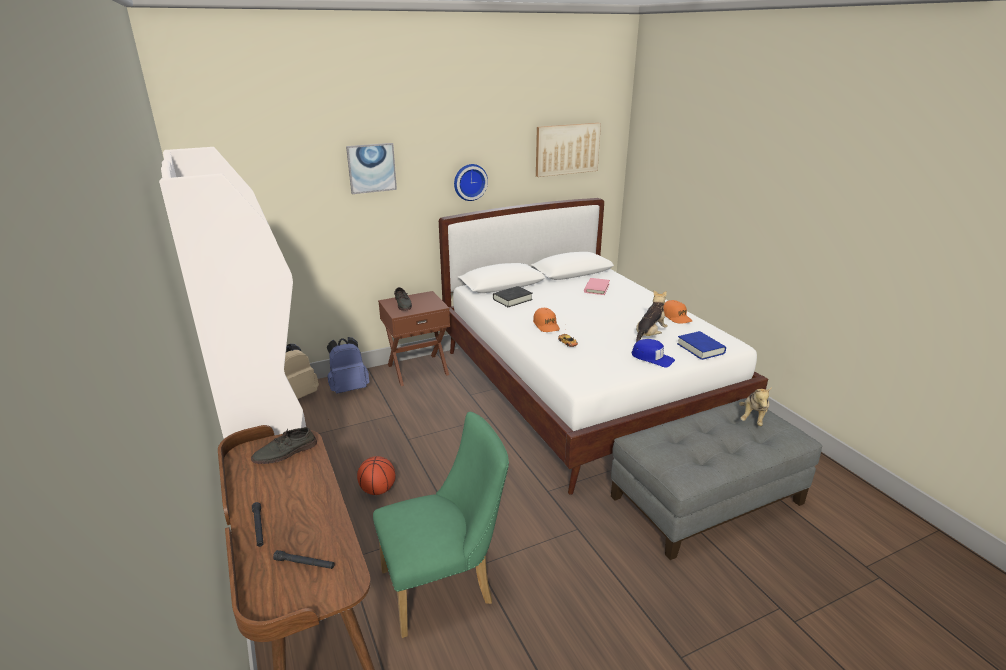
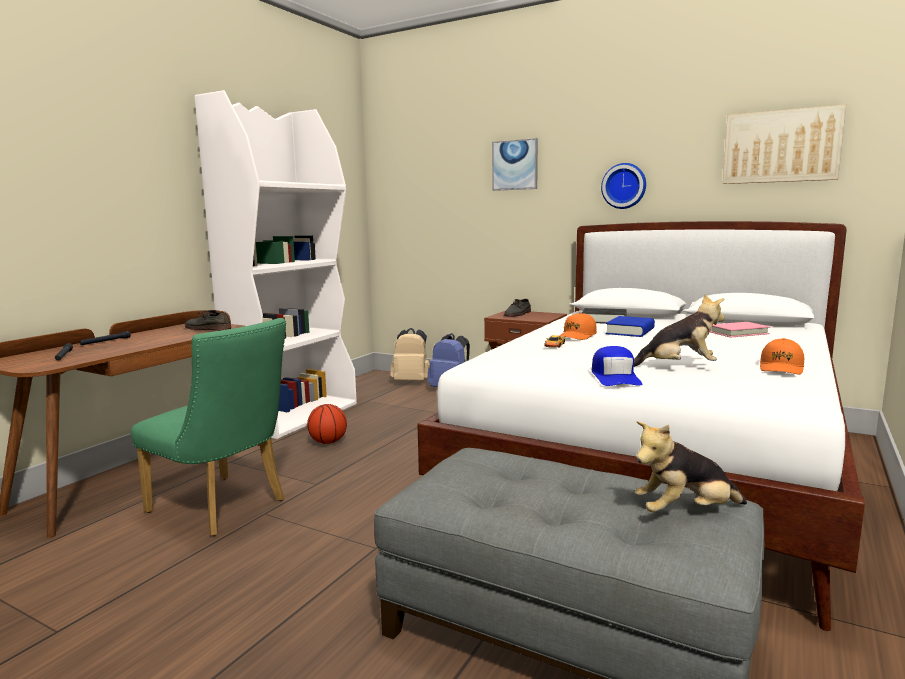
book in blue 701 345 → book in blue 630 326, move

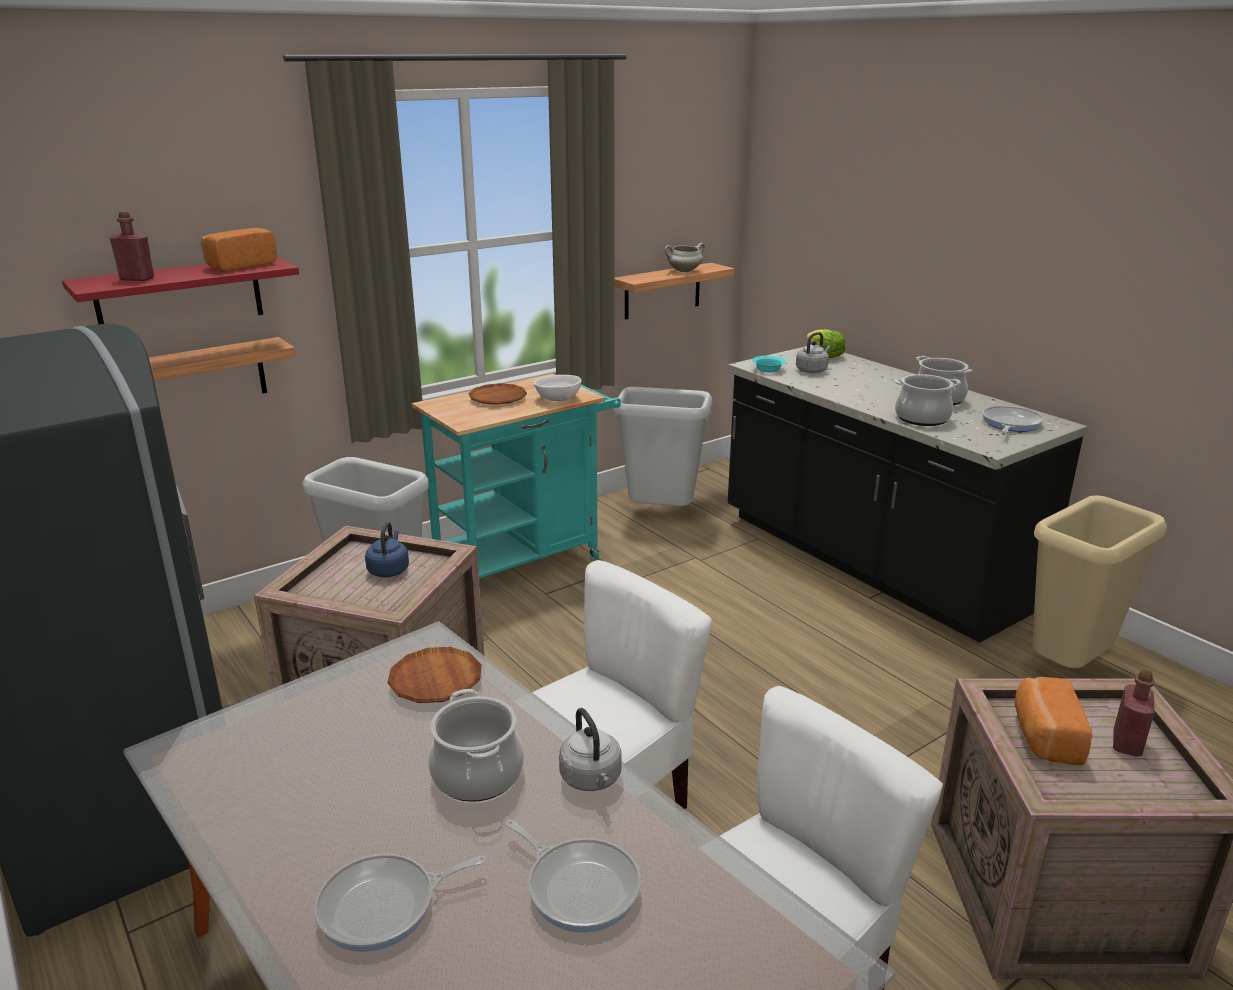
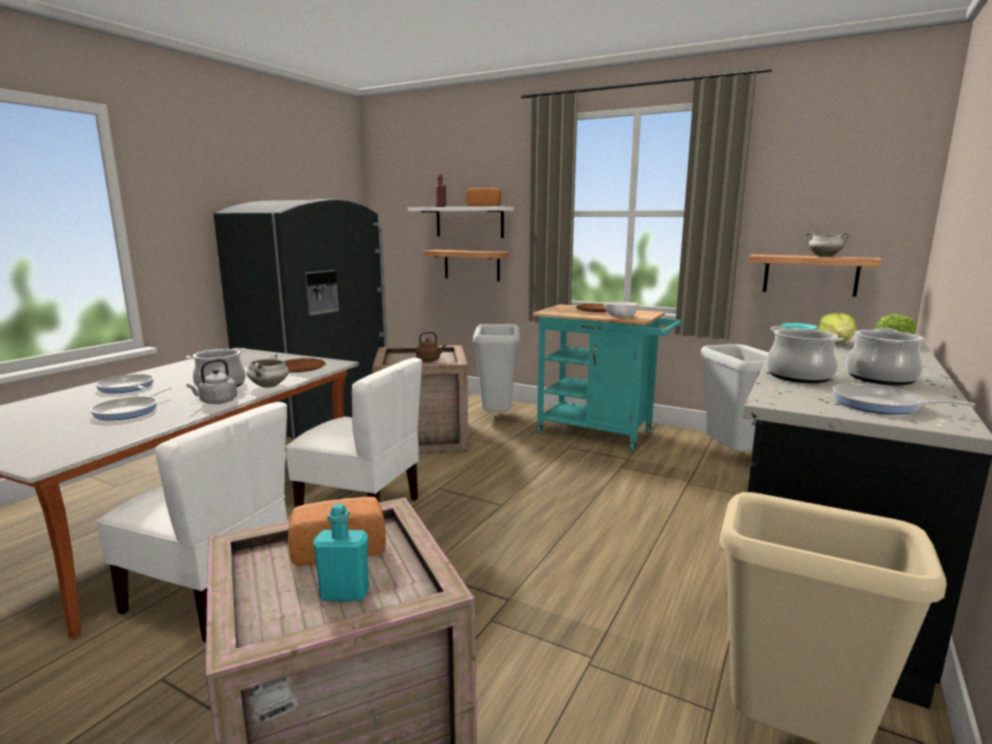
- → cooking pot in white 267 370
bottle in red 1134 713 → bottle in turquoise 341 552
shelf in red 180 290 → shelf in white 461 222
kettle in blue 387 549 → kettle in brown 431 347
kettle in grey 813 352 → lettuce 837 328
frying pan 1013 419 → frying pan 904 399, 150 degrees counterclockwise

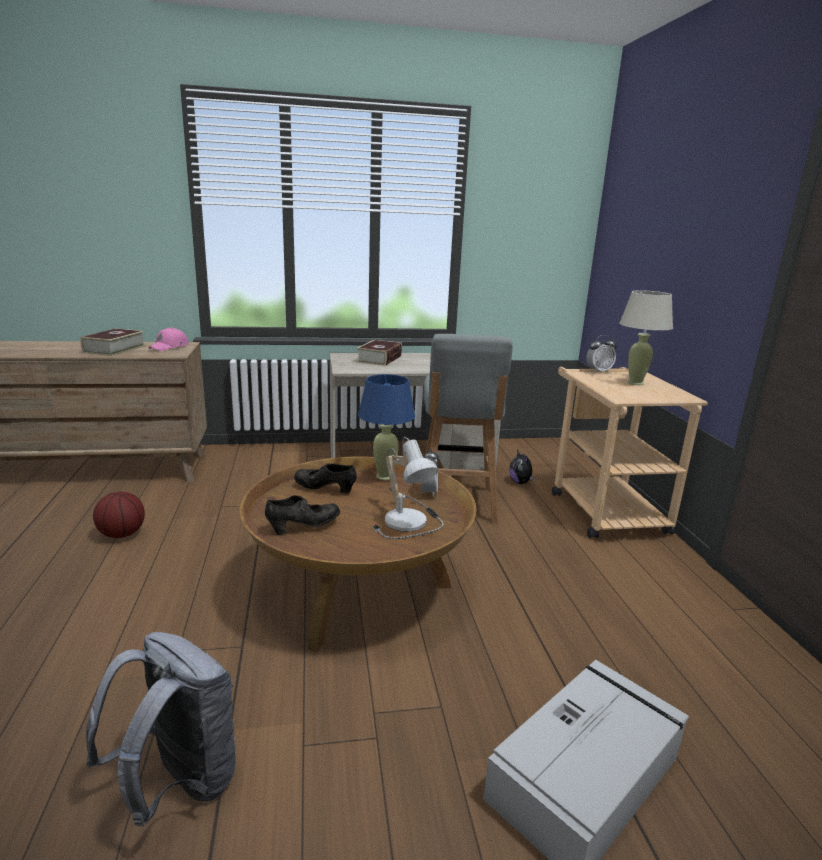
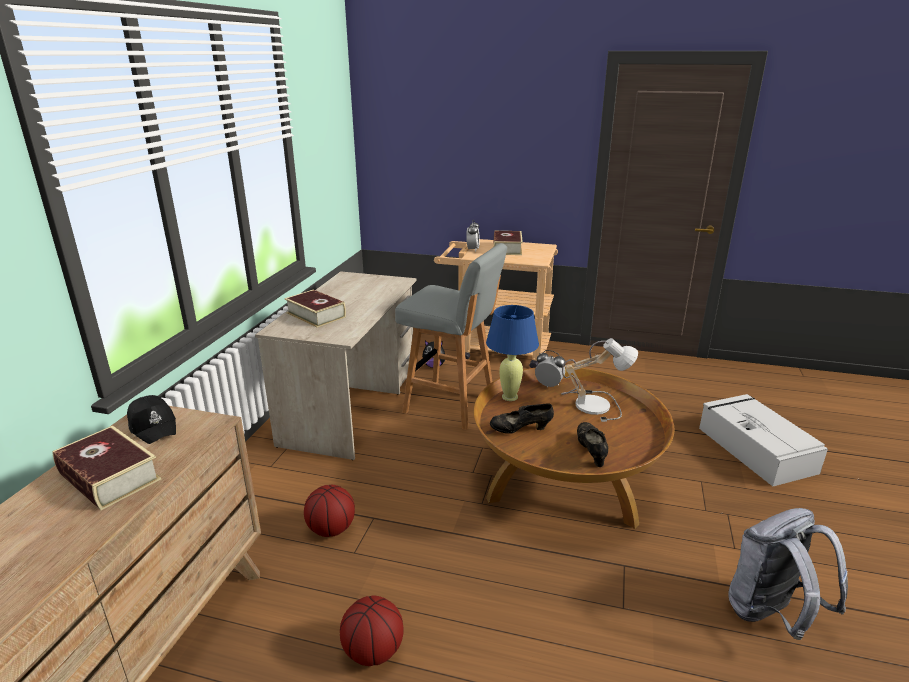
cap in pink 168 339 → cap in black 151 419
- → basketball 329 511
shoe in black 325 478 → shoe in black 522 418, 45 degrees clockwise
table lamp in beige 646 337 → book 508 243

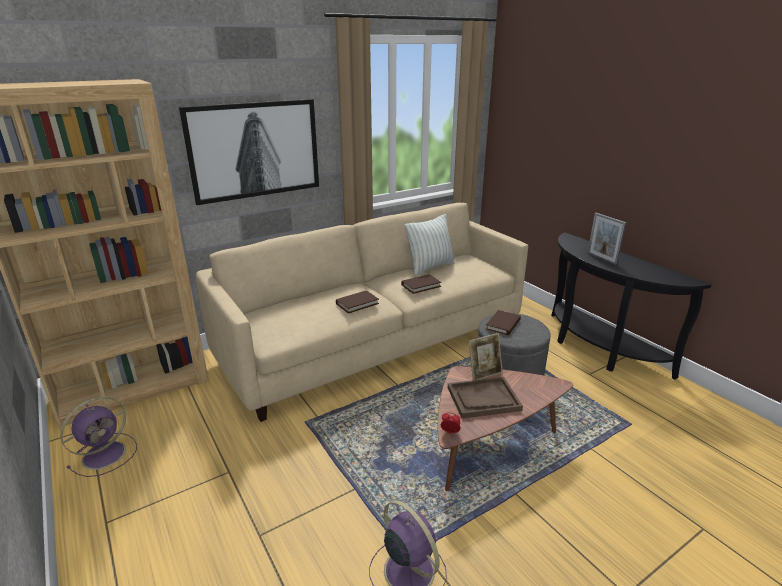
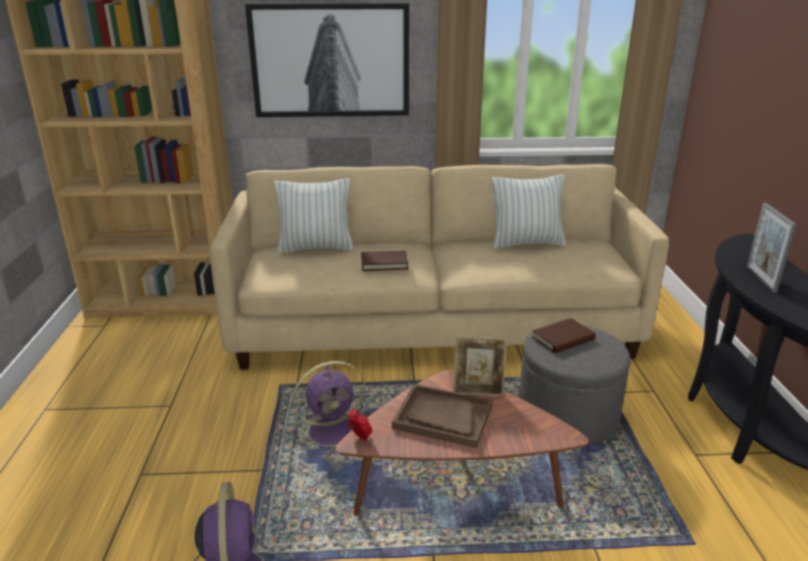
- → pillow 314 216
fan in purple 98 437 → fan in purple 328 407, move
book in brown 421 284 → -

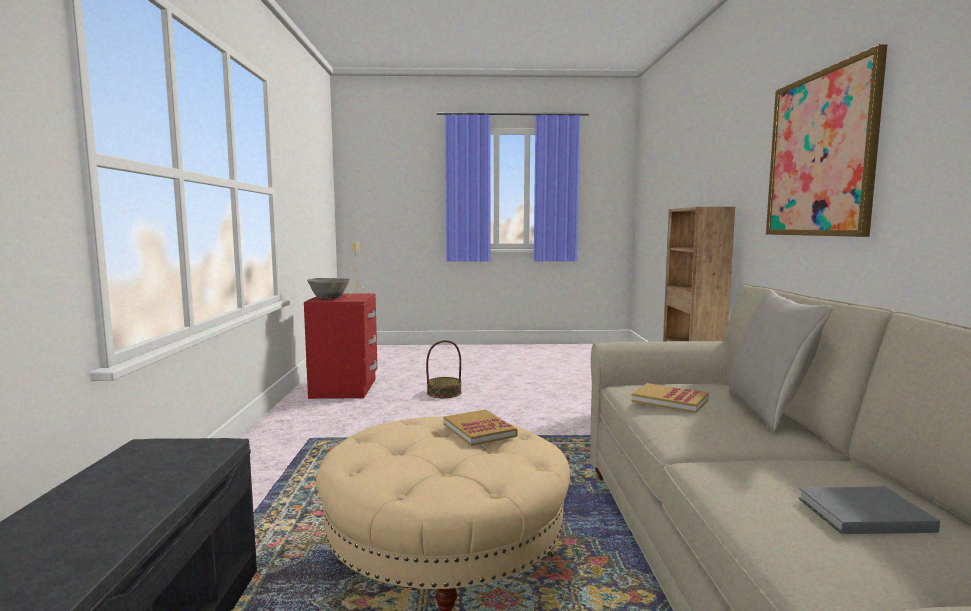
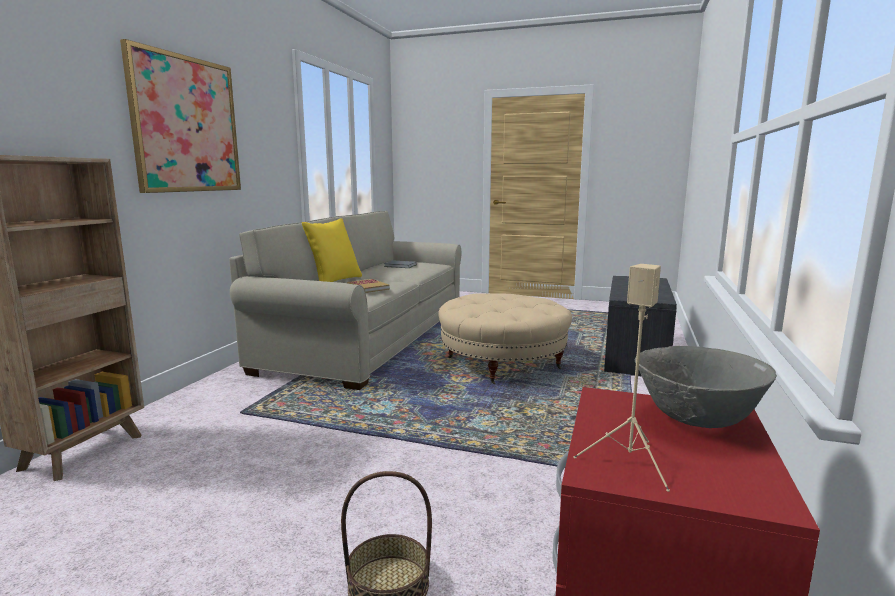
pillow in grey 781 360 → pillow in yellow 332 250
book 480 427 → -

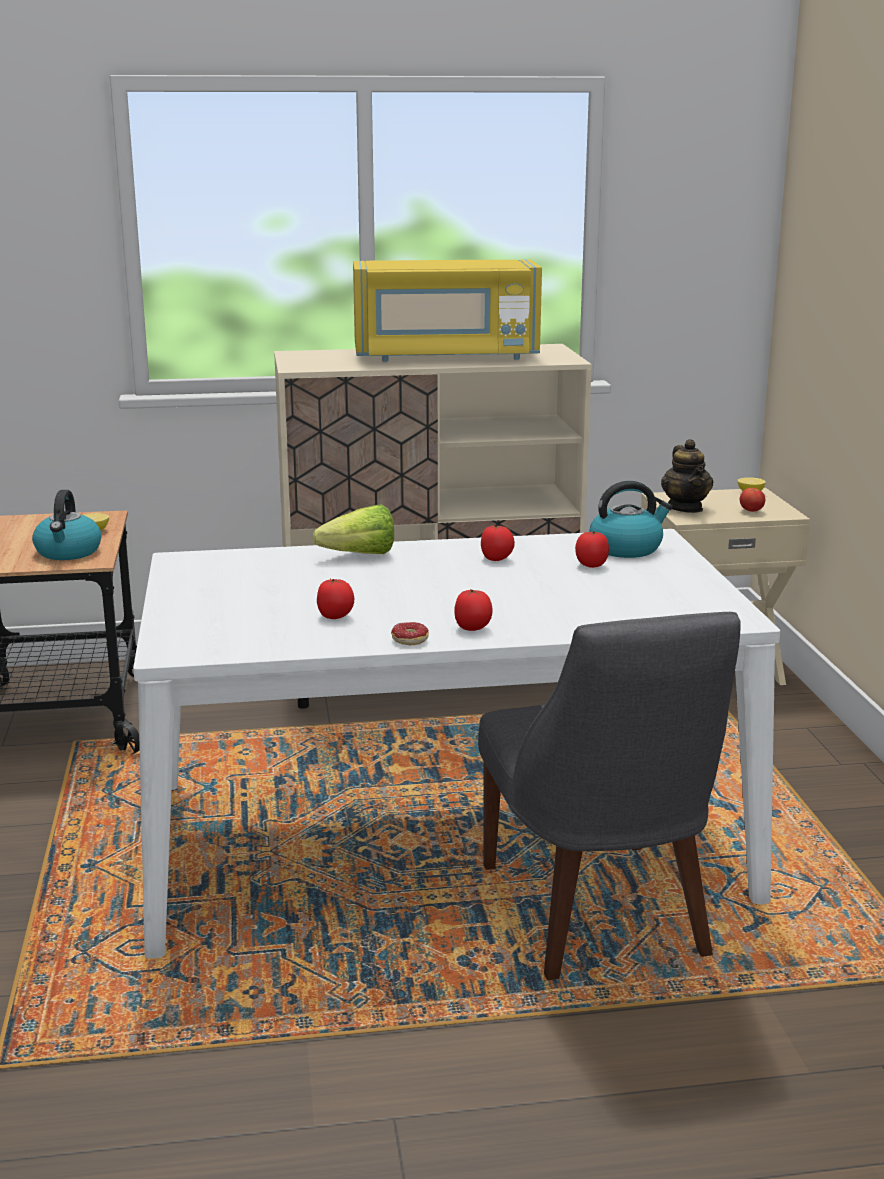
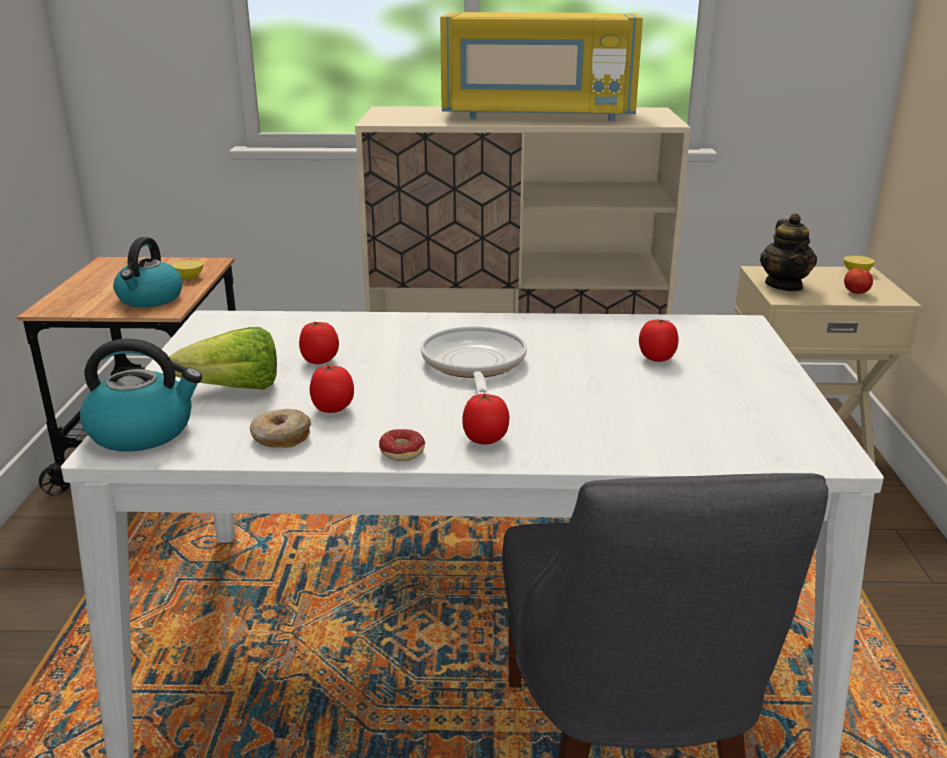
kettle 630 519 → kettle 141 395, move
lettuce 353 529 → lettuce 223 358, move
- → donut 280 428
tomato 498 543 → tomato 319 342, move
- → frying pan 474 360

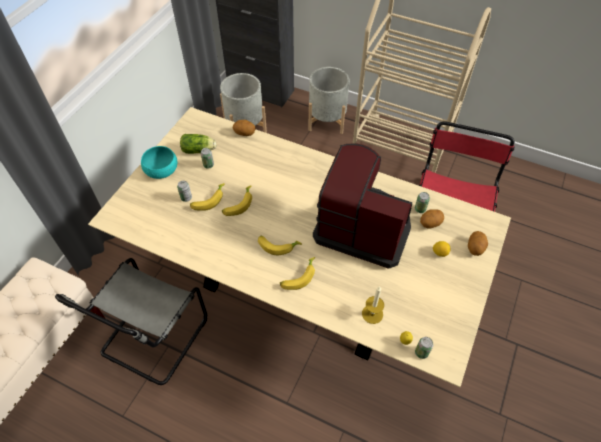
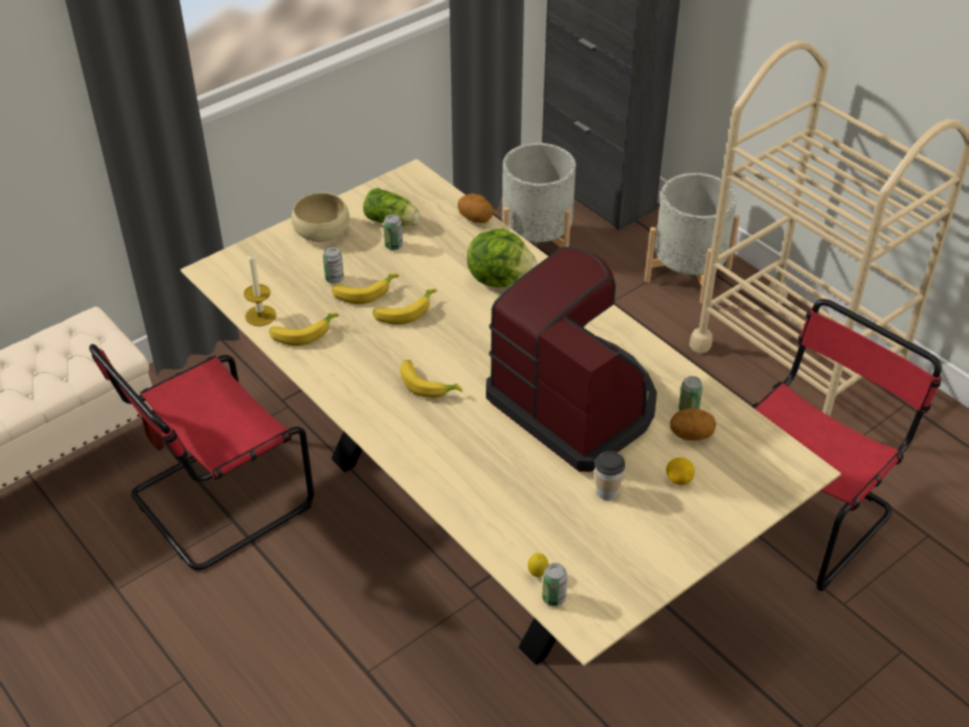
chair in grey 131 321 → chair in red 201 457
candle 373 305 → candle 260 288, move
banana 297 273 → banana 304 329, move
bowl in turquoise 159 162 → bowl in beige 320 217
- → lettuce 502 258
- → cup 610 475
potato 478 243 → -

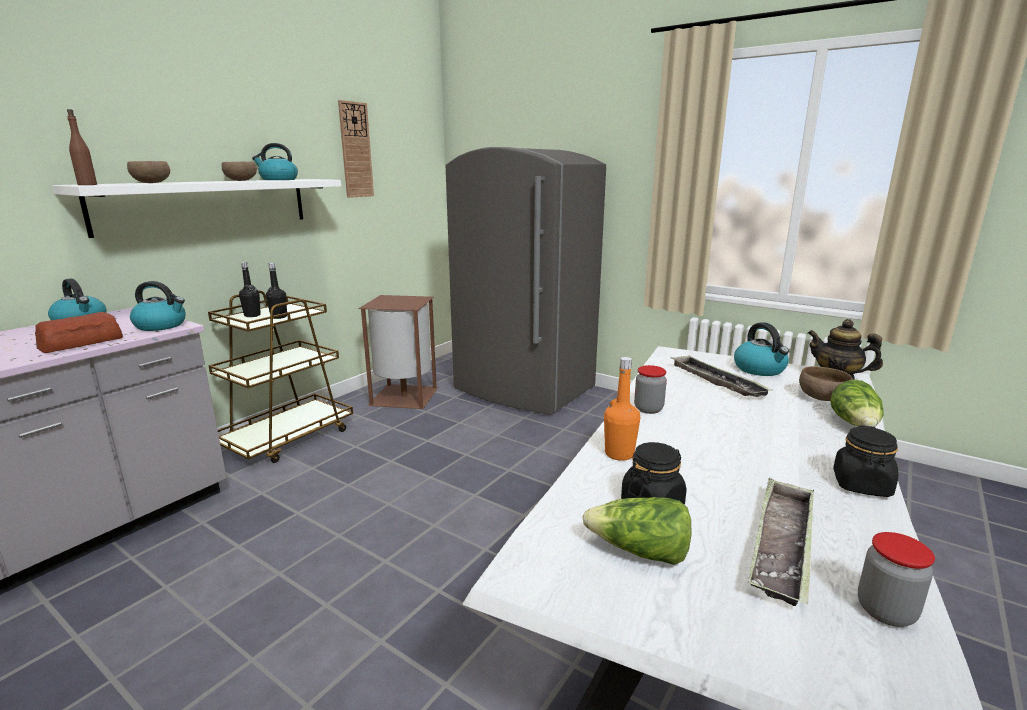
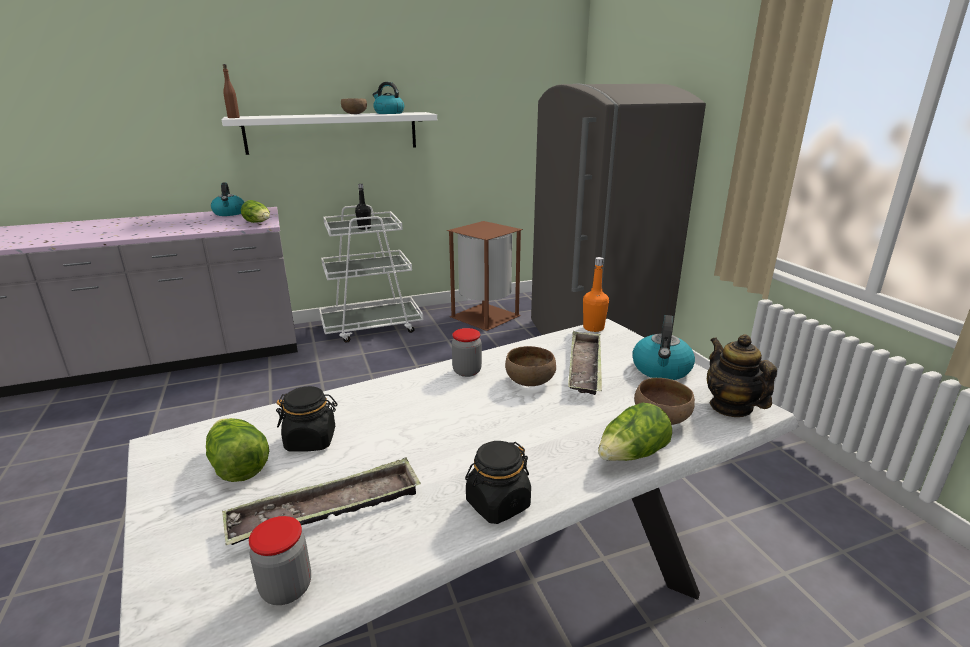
kettle 158 306 → lettuce 255 211
cart in brown 280 377 → cart in white 371 274
bowl in brown 148 172 → bowl in brown 530 366, move
bottle in orange 622 409 → bottle in orange 596 294, move
bread 79 332 → -
bottle in black 250 289 → -
wall clock 356 149 → -

